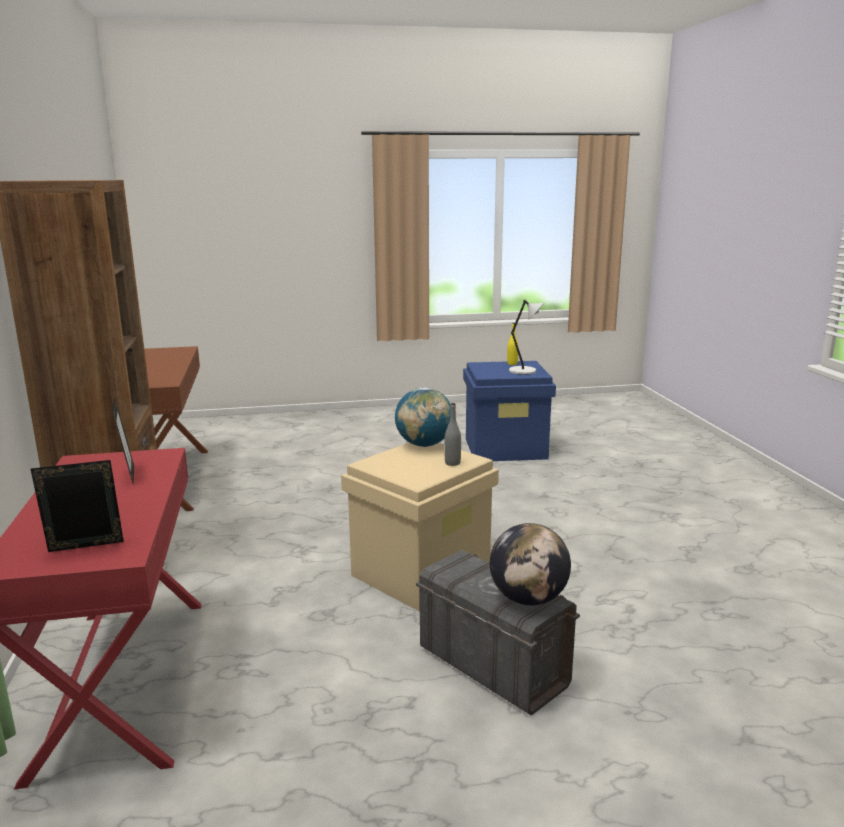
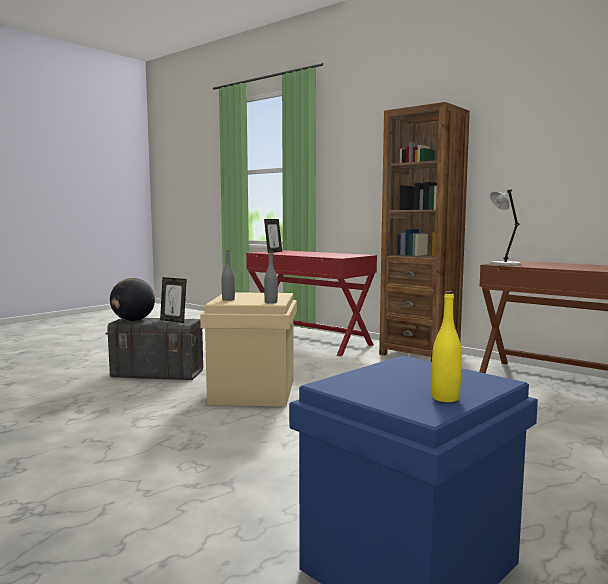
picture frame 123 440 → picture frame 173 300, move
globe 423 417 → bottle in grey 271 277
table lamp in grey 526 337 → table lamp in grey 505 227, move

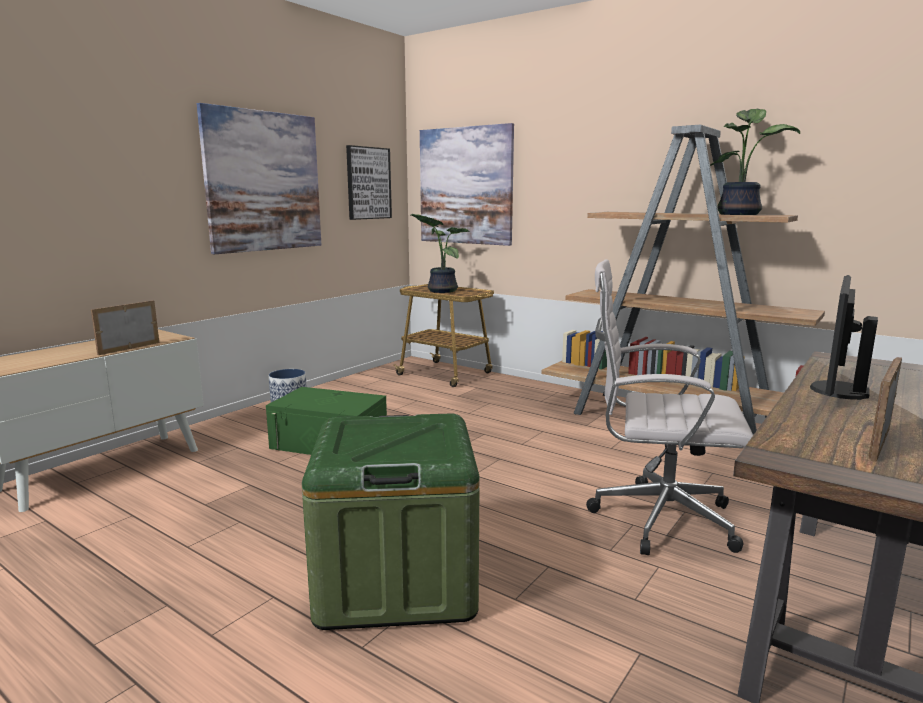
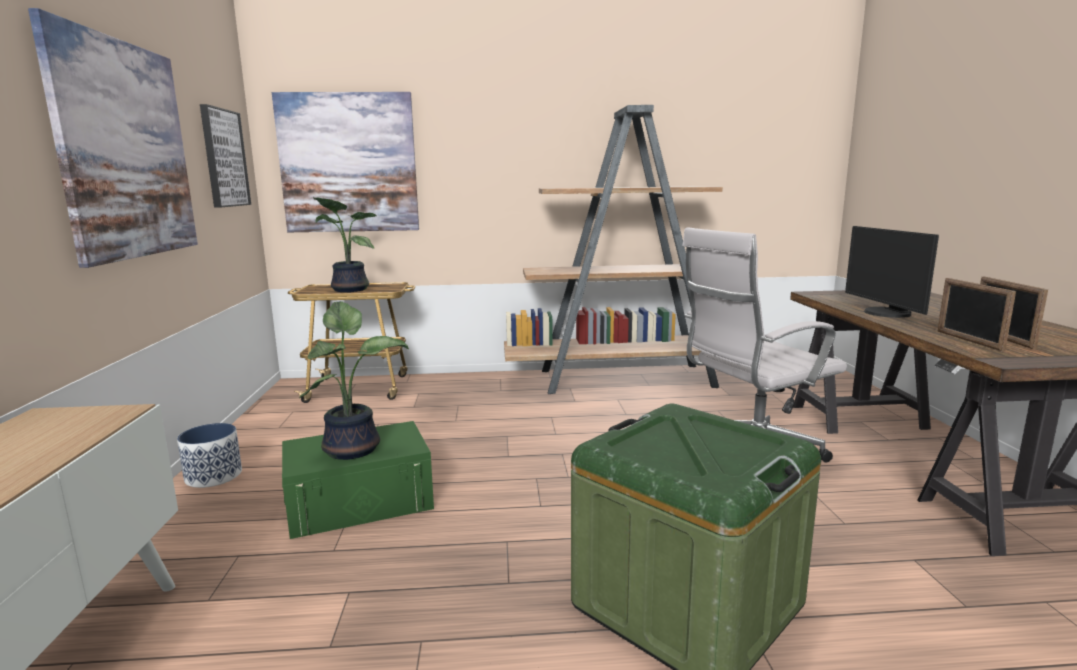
potted plant 755 161 → potted plant 354 380, move
picture frame 125 328 → picture frame 976 314, move

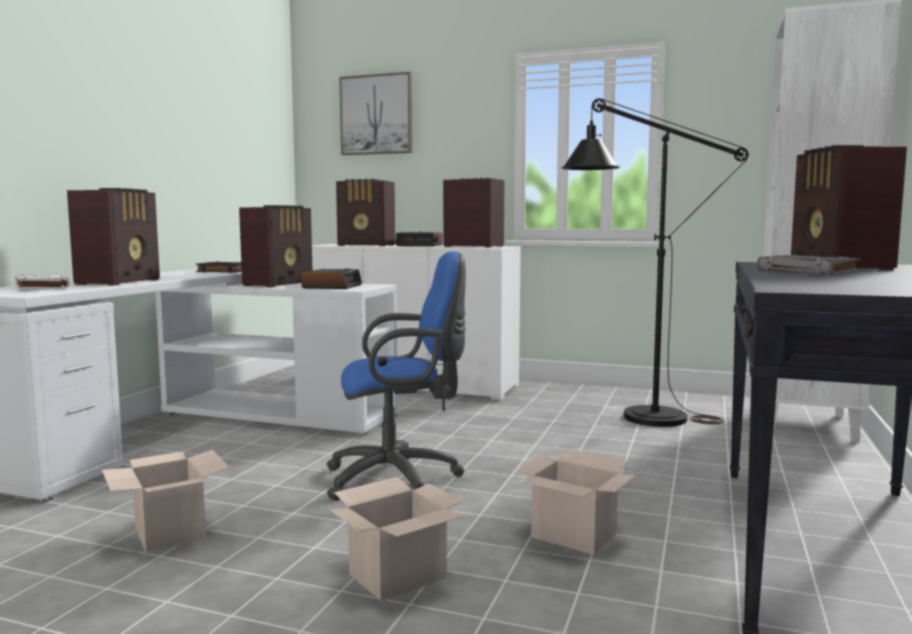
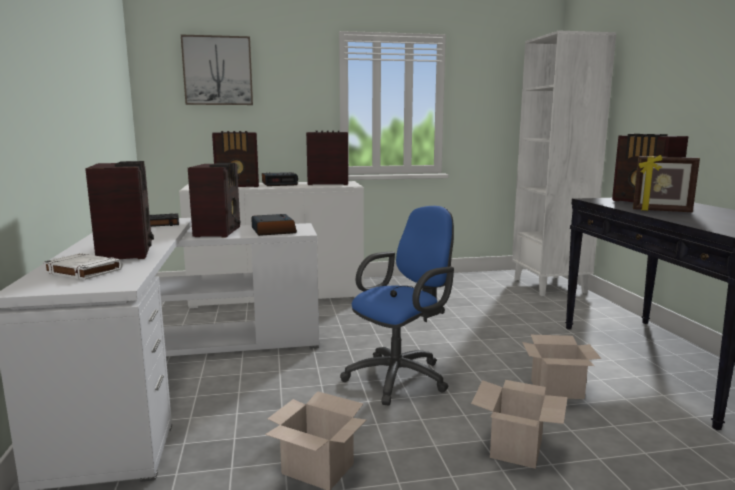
book in grey 808 264 → picture frame 666 183
floor lamp in black 655 262 → -

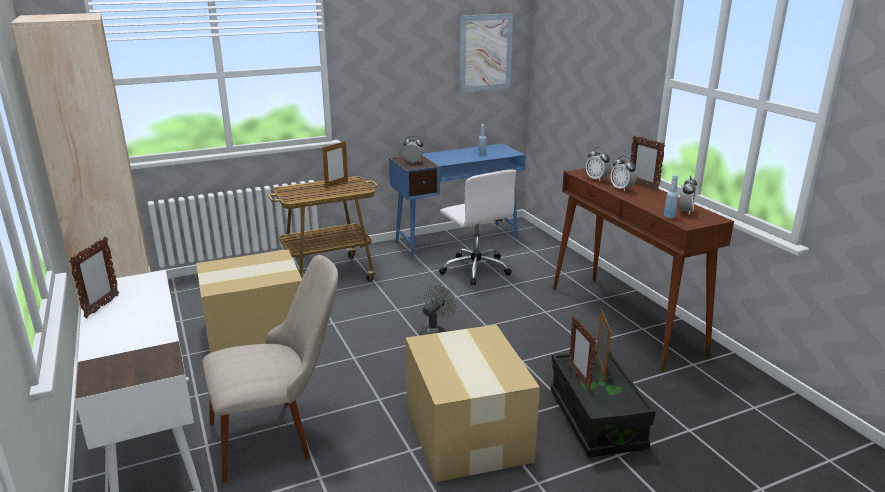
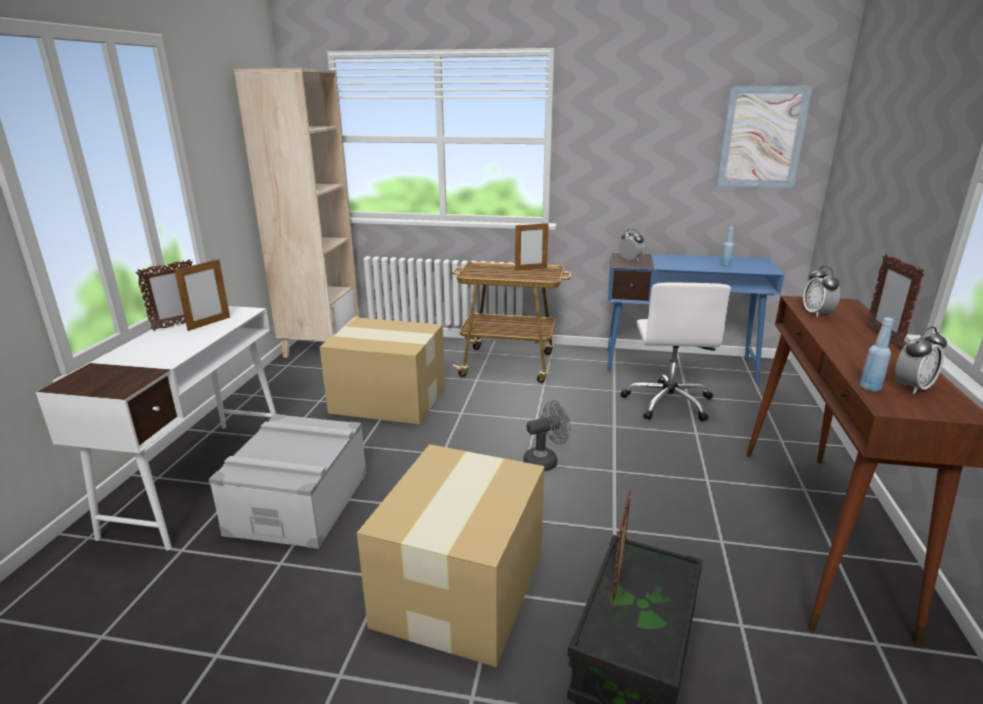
picture frame 603 345 → picture frame 202 295, move
chair in beige 270 369 → storage box in grey 288 481
alarm clock 623 174 → -

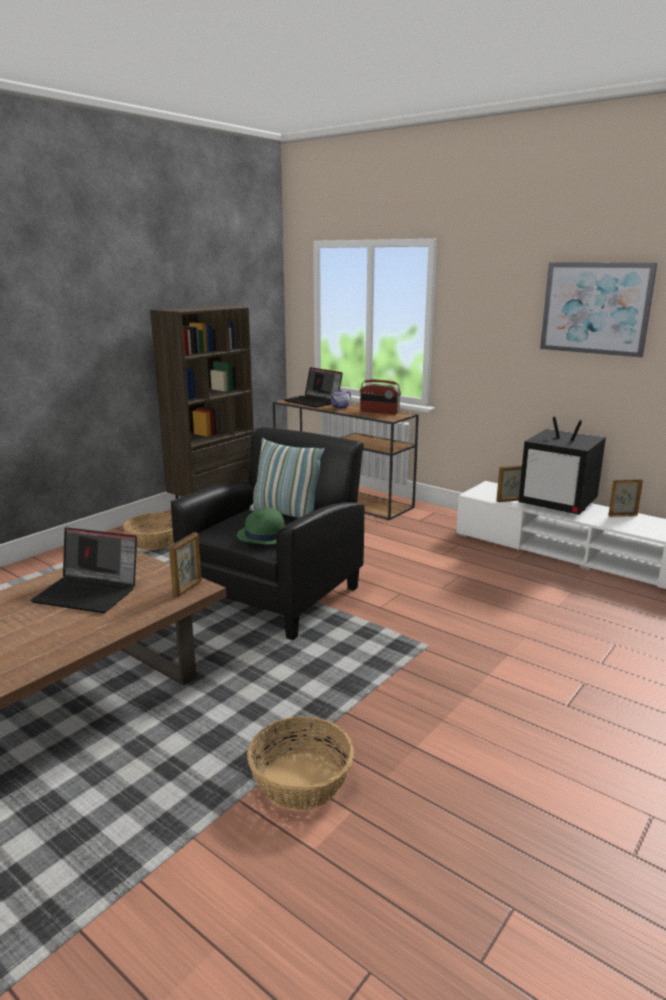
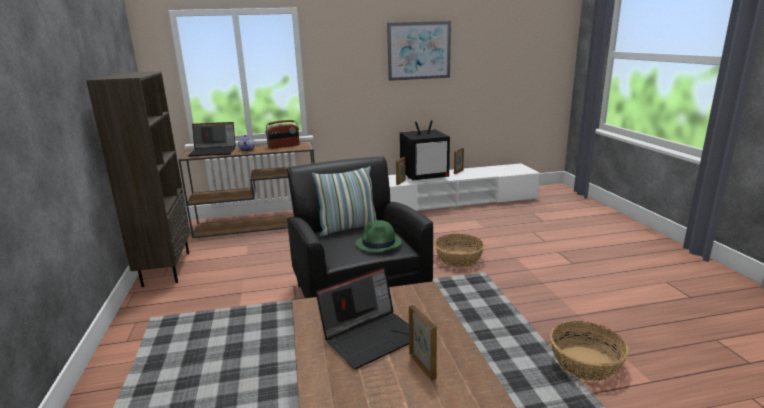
picture frame 185 565 → picture frame 423 343, move
basket 148 531 → basket 459 251, move

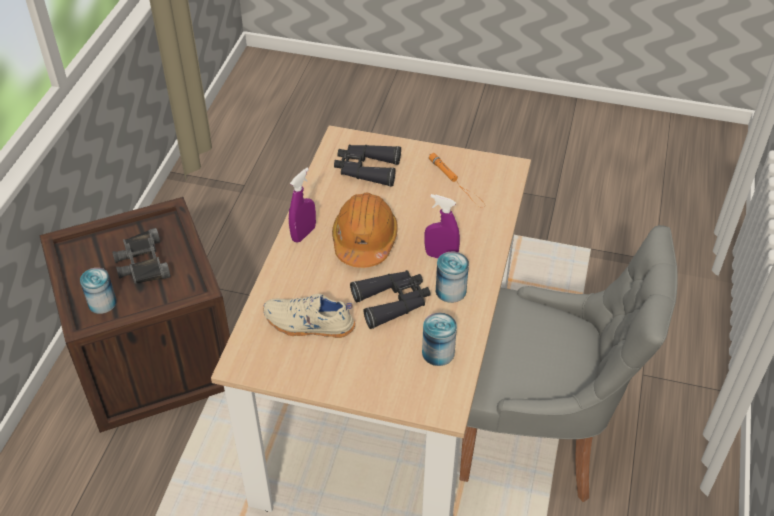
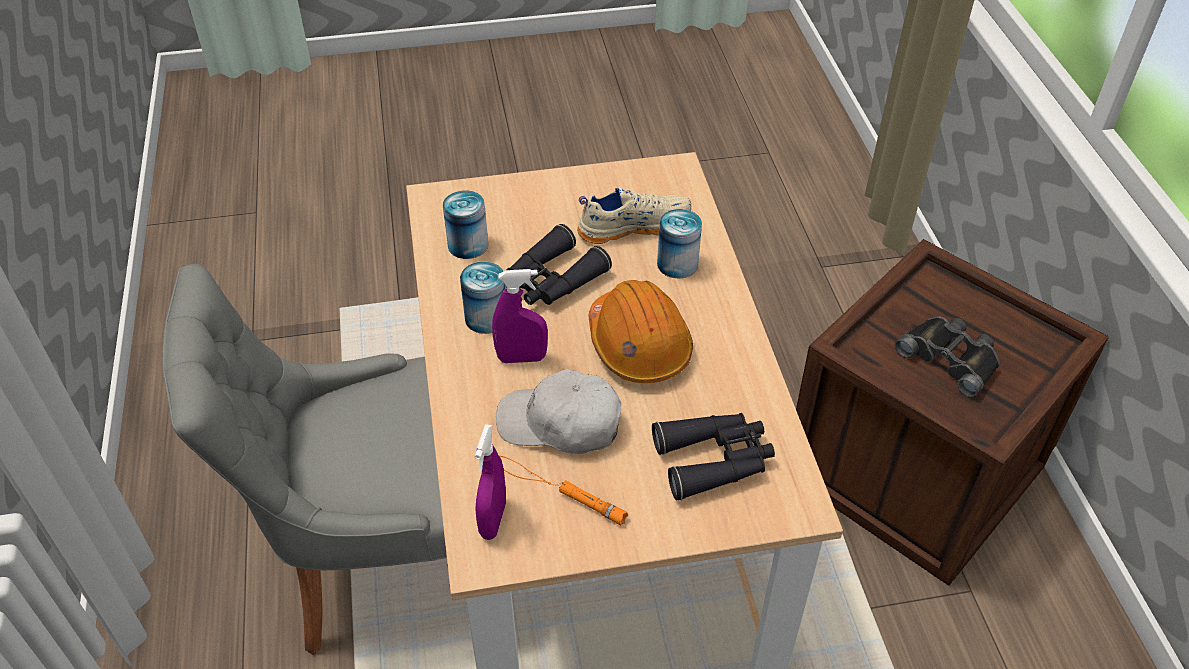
spray bottle in purple 302 205 → spray bottle in purple 490 482, move
- → cap in white 558 411
can 98 291 → can 679 244, move

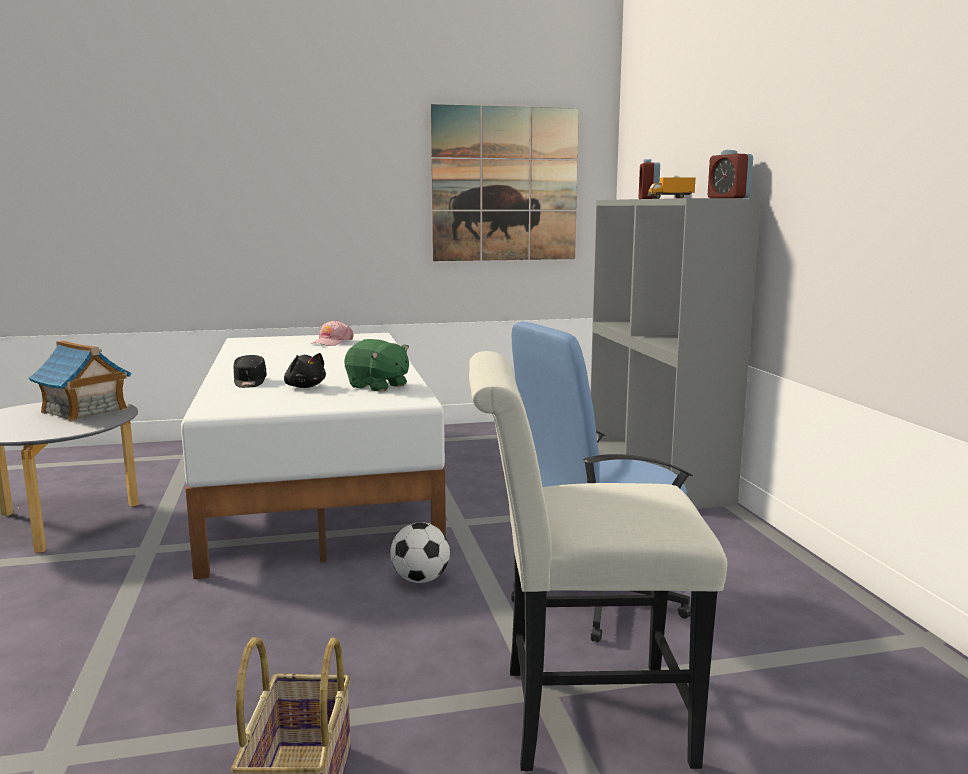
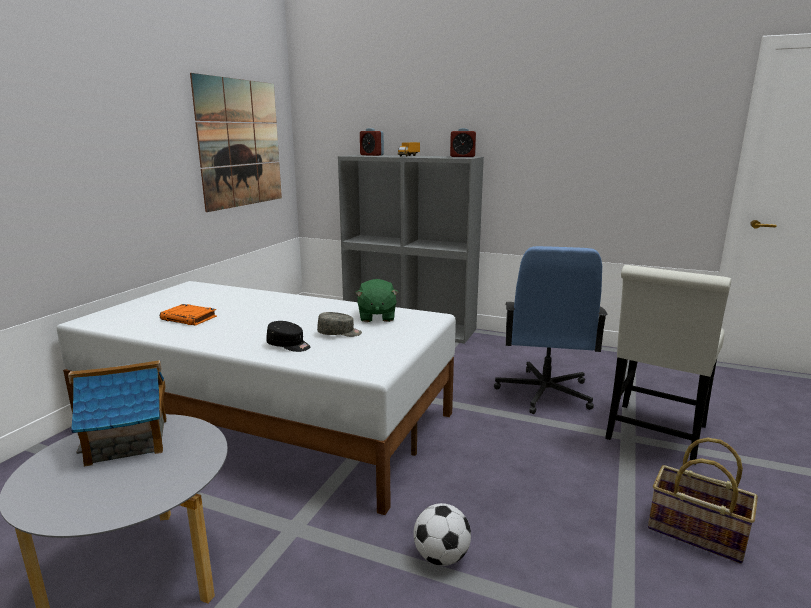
- → book in orange 188 315
plush toy in black 305 370 → cap in grey 339 324
plush toy in green 376 365 → plush toy in green 377 300, 105 degrees clockwise
football 420 552 → football 442 534, move
cap in pink 332 333 → -

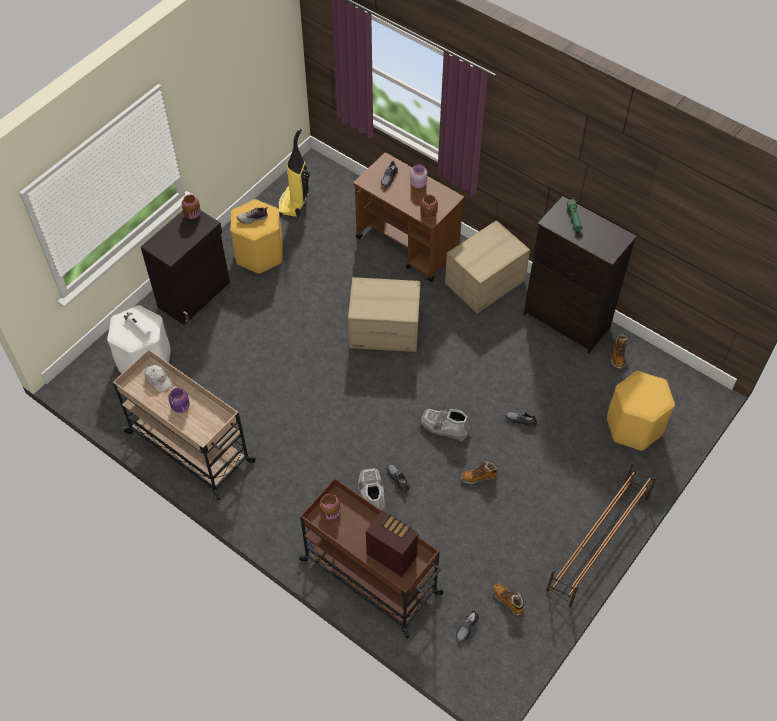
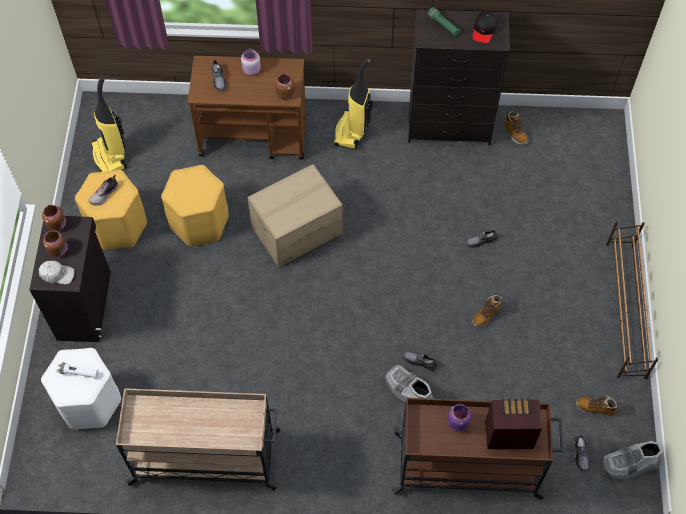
cap in white 158 378 → cap in white 56 272, move
jar in brown 329 507 → jar in brown 55 243, move
stool in yellow 641 411 → stool in yellow 195 205, move
cardboard box 487 266 → vacuum cleaner 353 103
jar in purple 179 400 → jar in purple 459 417, move
- → cap in black 485 27
boot in grey 445 425 → boot in grey 632 459, move

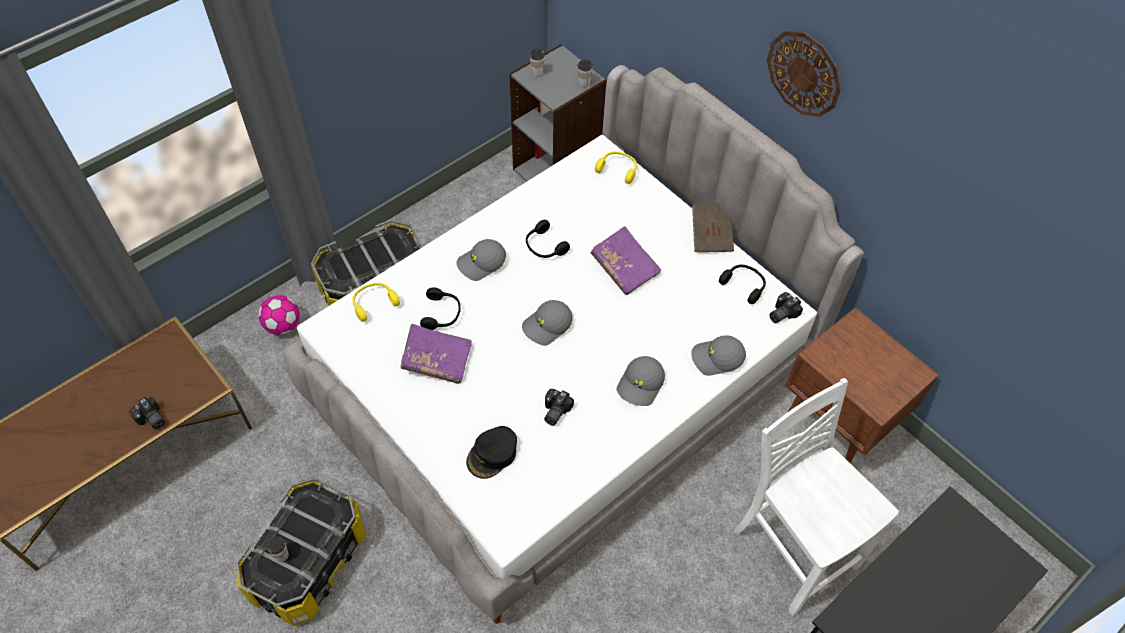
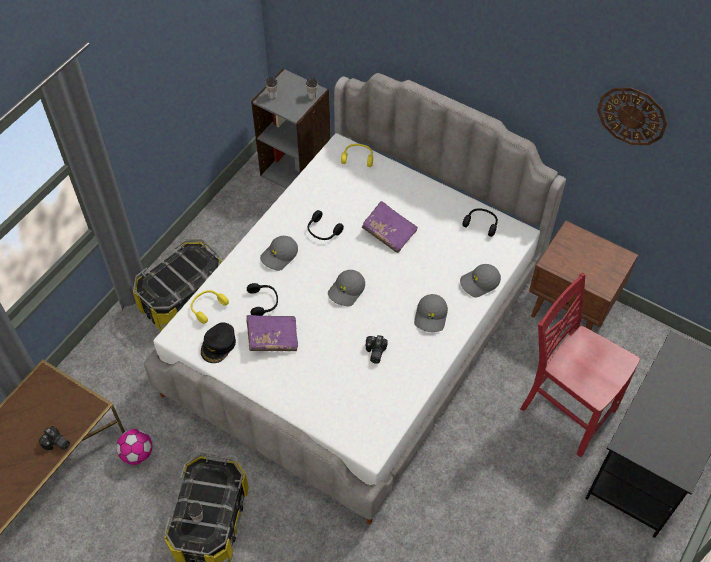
football 279 315 → football 134 447, move
cap in black 491 452 → cap in black 218 342, move
chair in white 816 497 → chair in red 580 365
wall clock 804 74 → wall clock 632 116, move
book in brown 713 227 → -
photo camera 786 307 → -

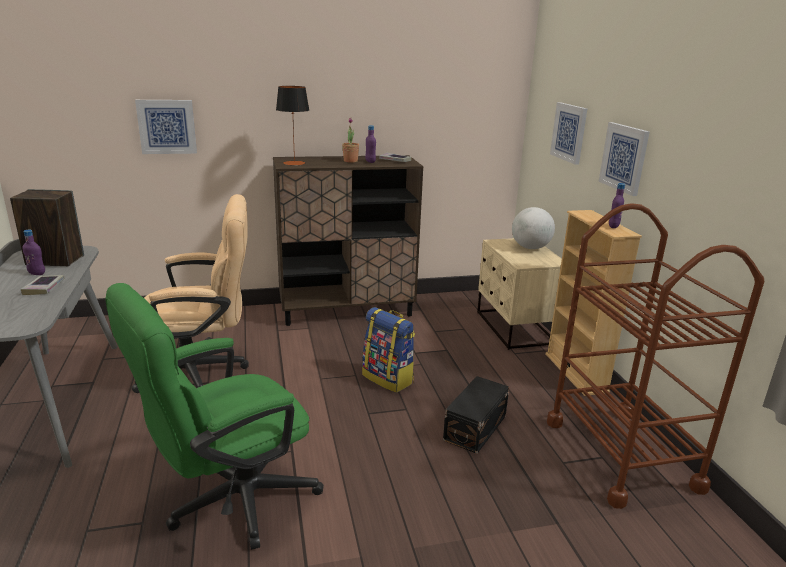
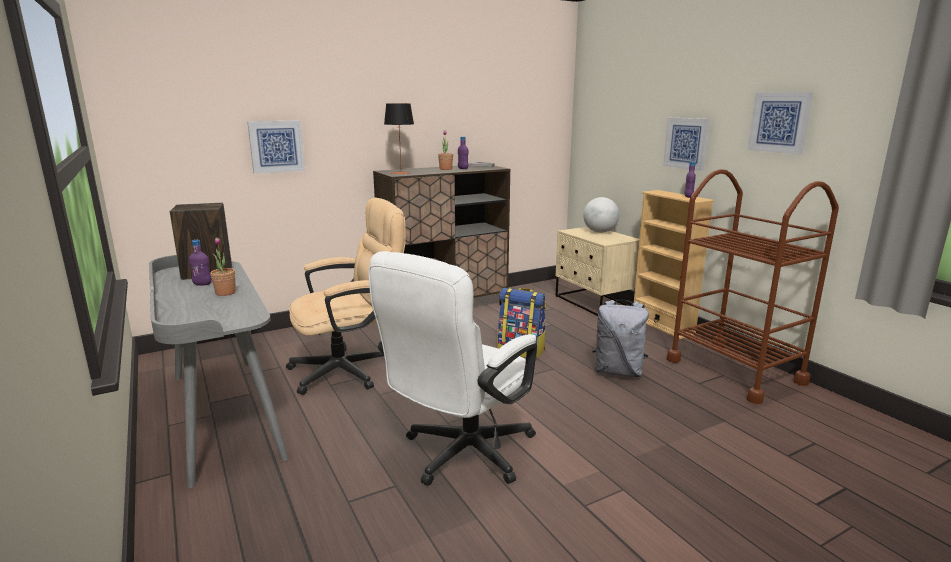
book 42 285 → potted plant 223 266
office chair in green 214 416 → office chair in white 452 368
storage box in black 476 415 → backpack in grey 620 338
picture 568 133 → picture 780 123, move

